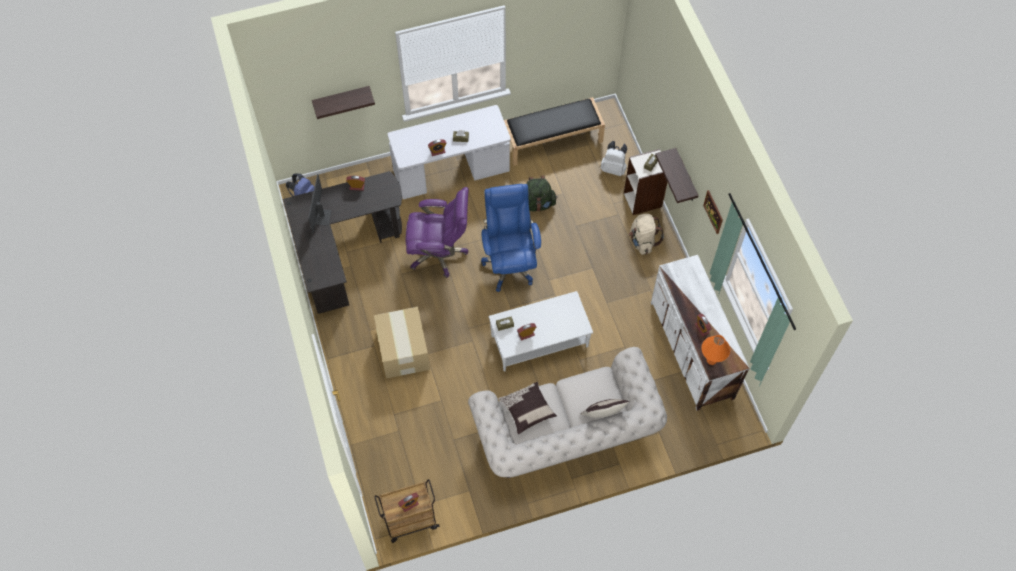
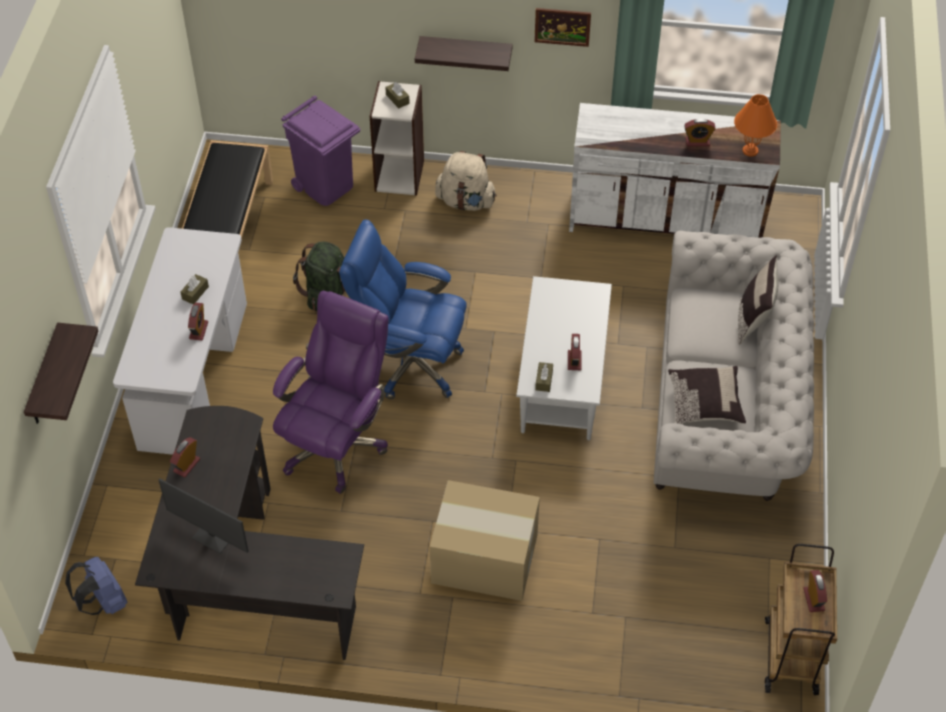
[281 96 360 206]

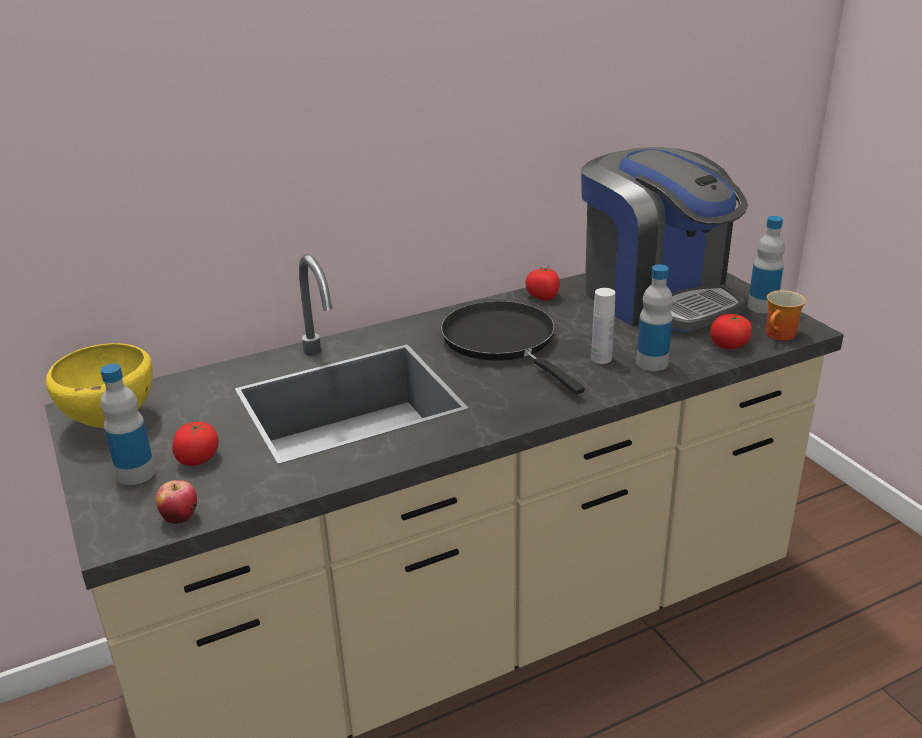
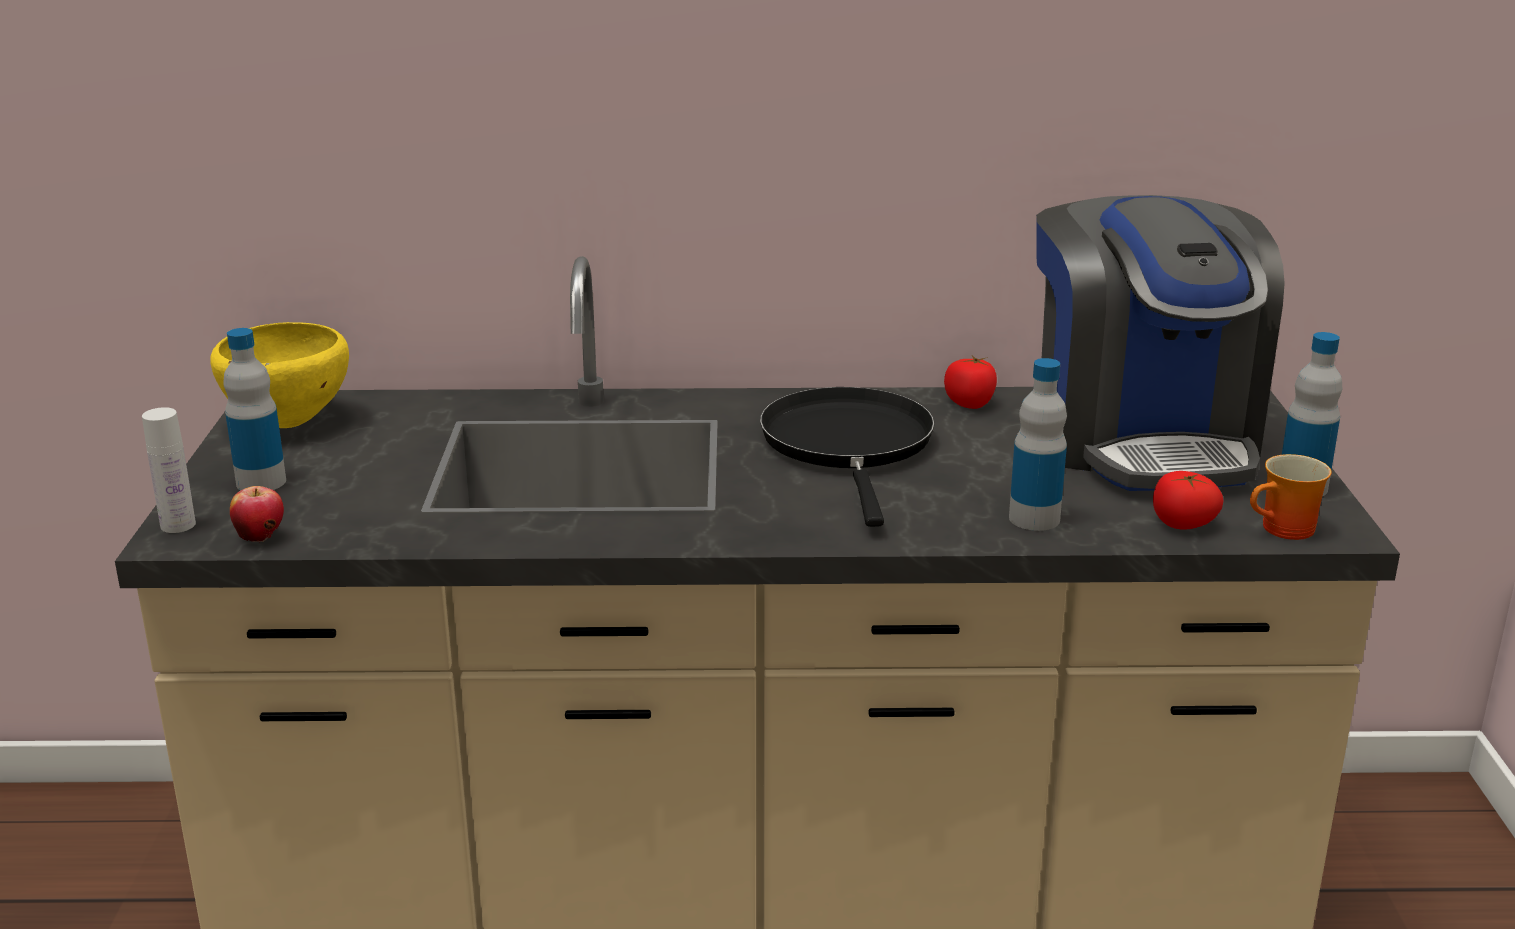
[172 422 219 466] (first image)
[142 407 196 533]

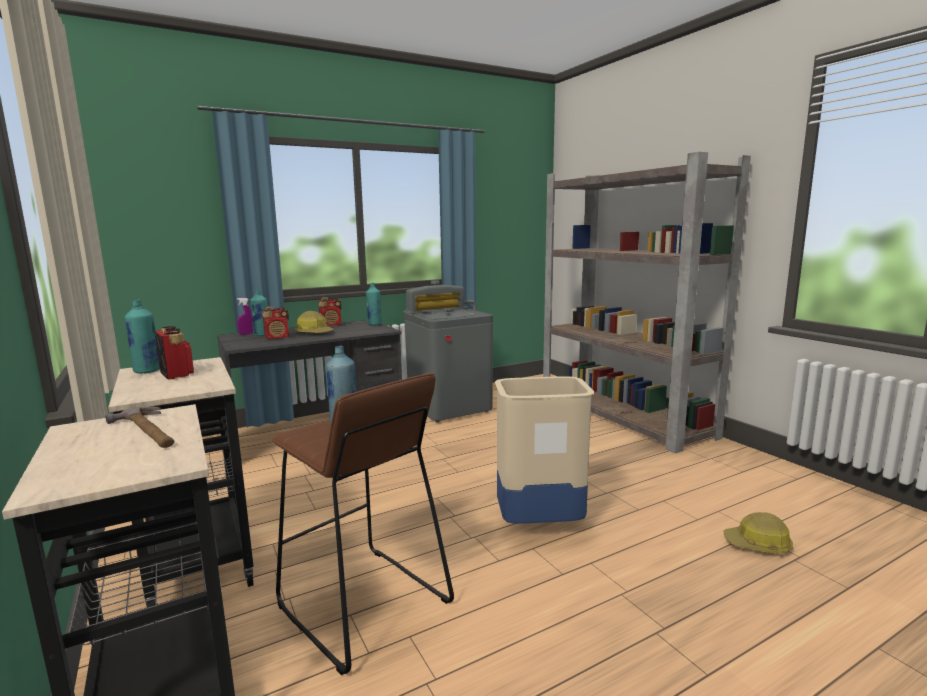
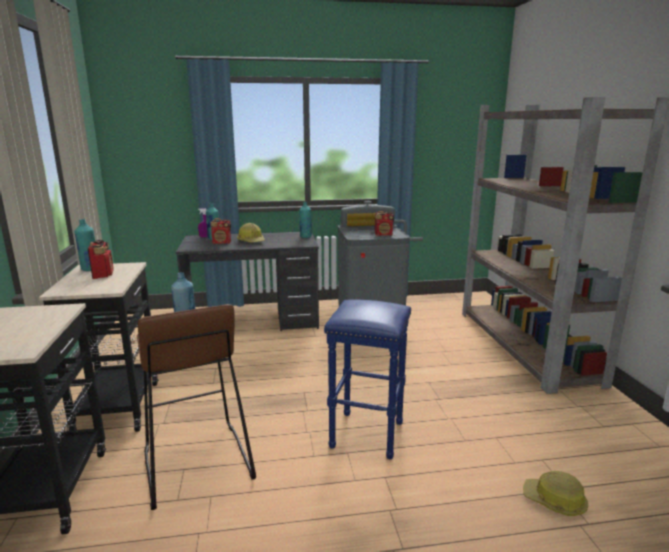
[105 407 174 448] (first image)
[375 211 394 236]
[324 299 411 459]

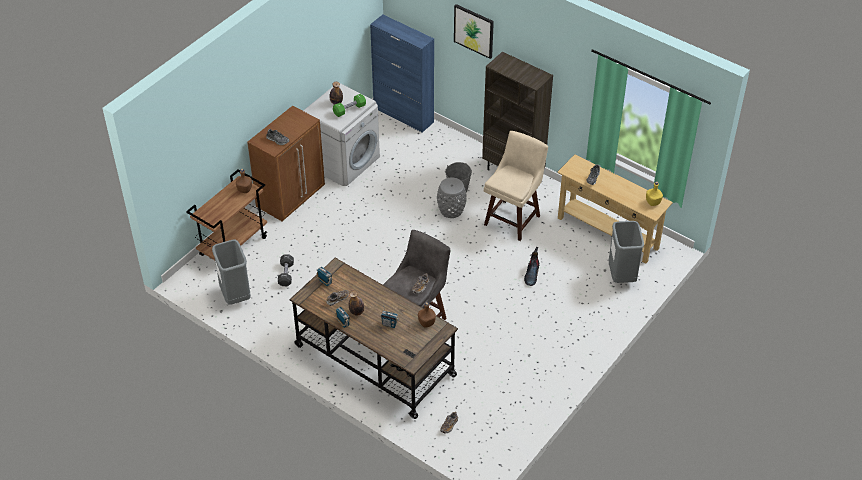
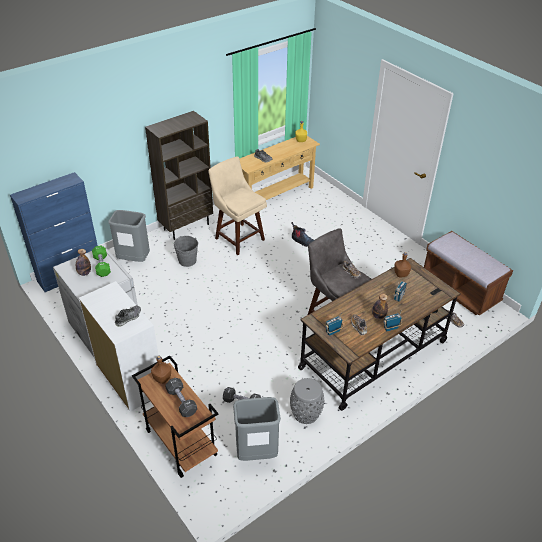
[454 4 494 59] (first image)
[165 378 197 417]
[424 231 513 315]
[290 378 324 424]
[108 210 150 262]
[79 281 159 412]

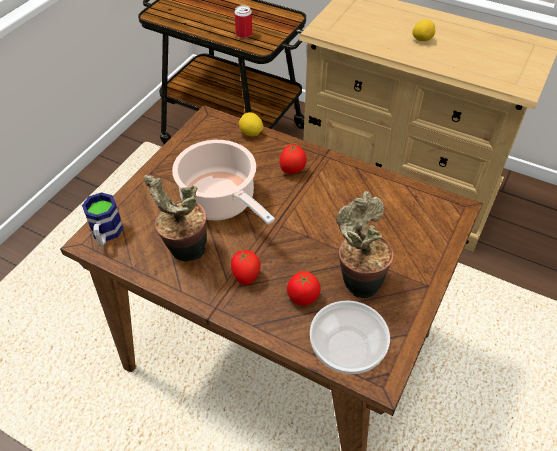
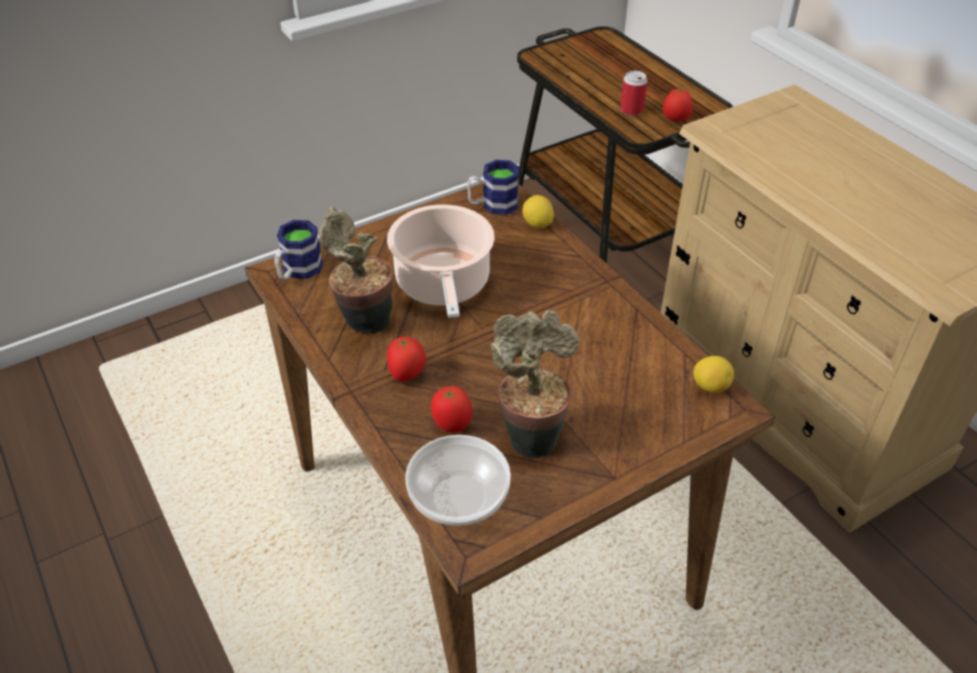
[467 160 519 215]
[663 88 693 121]
[693 356 734 393]

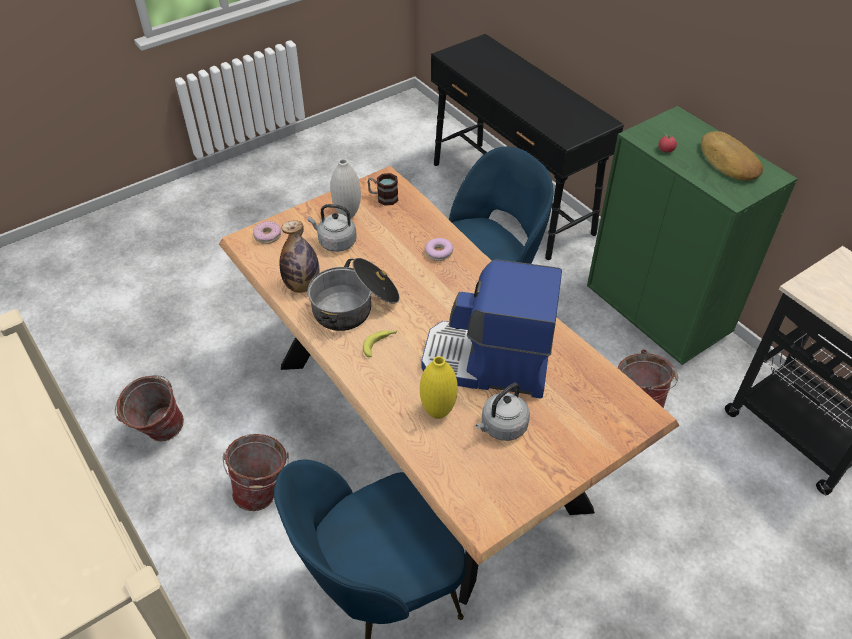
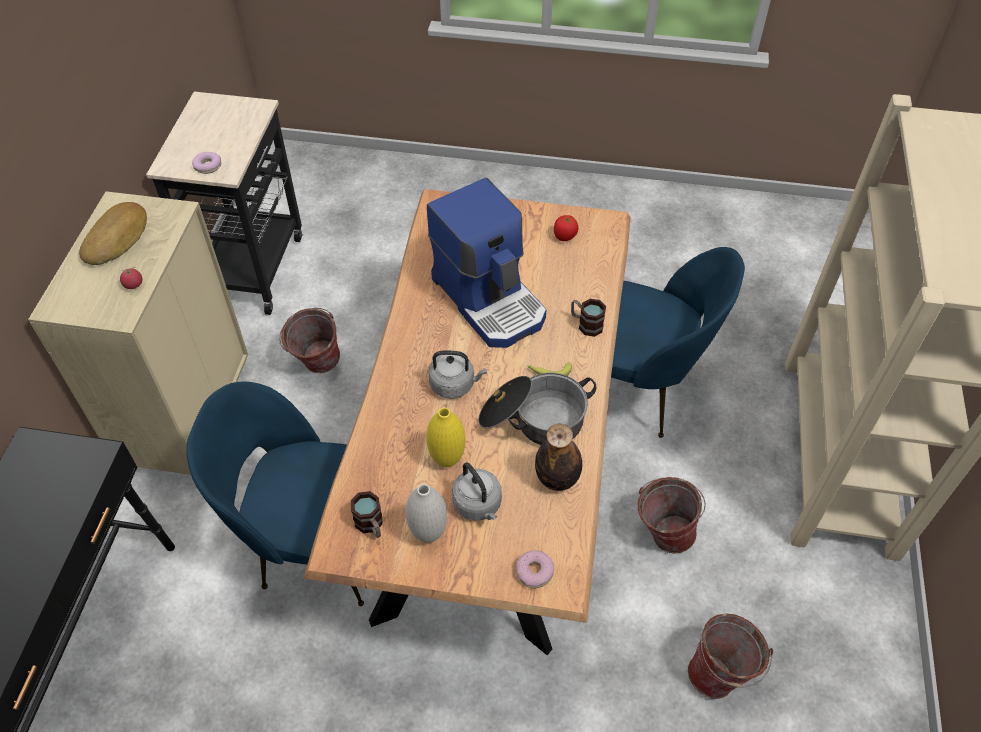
[554 215 578 241]
[571 299 606 337]
[426 408 465 467]
[192 152 221 174]
[428 350 487 399]
[28 191 248 475]

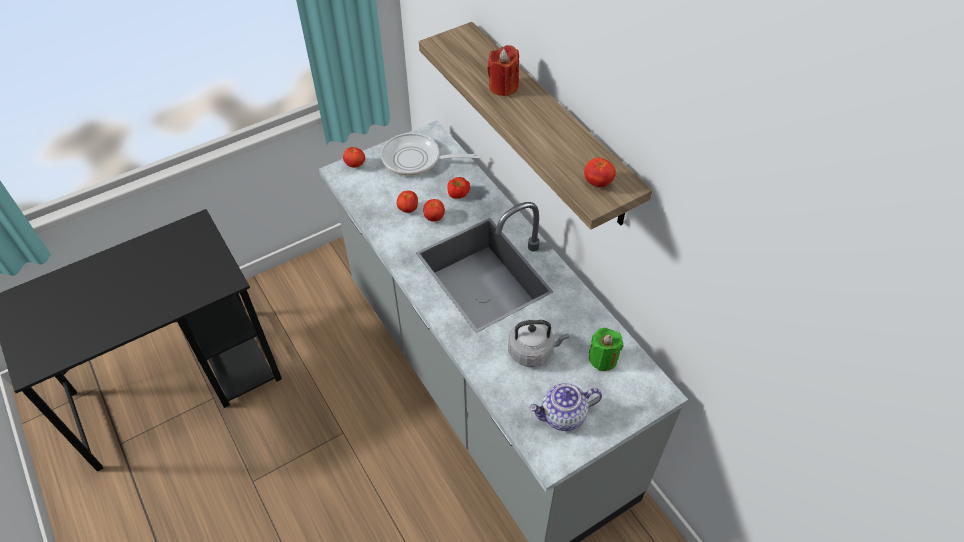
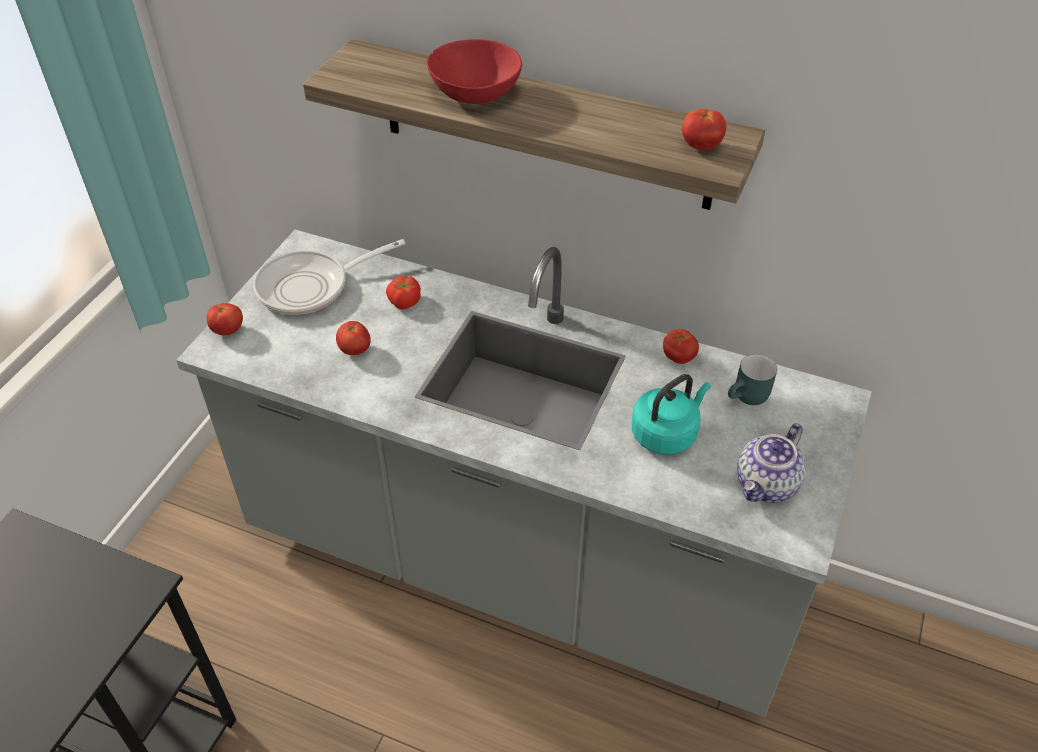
[663 329 699 364]
[426 39 522 104]
[728 354 777 405]
[632 374 711 455]

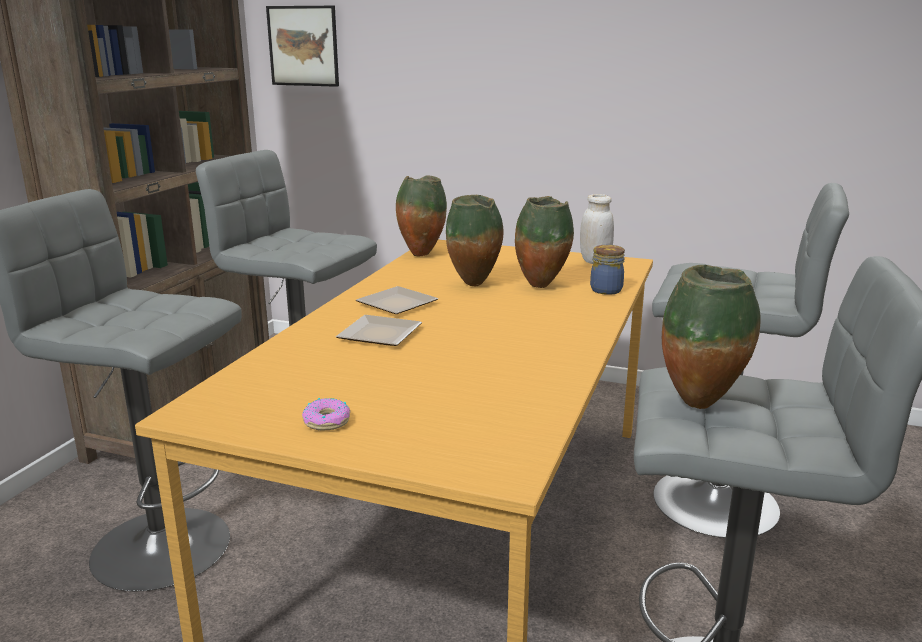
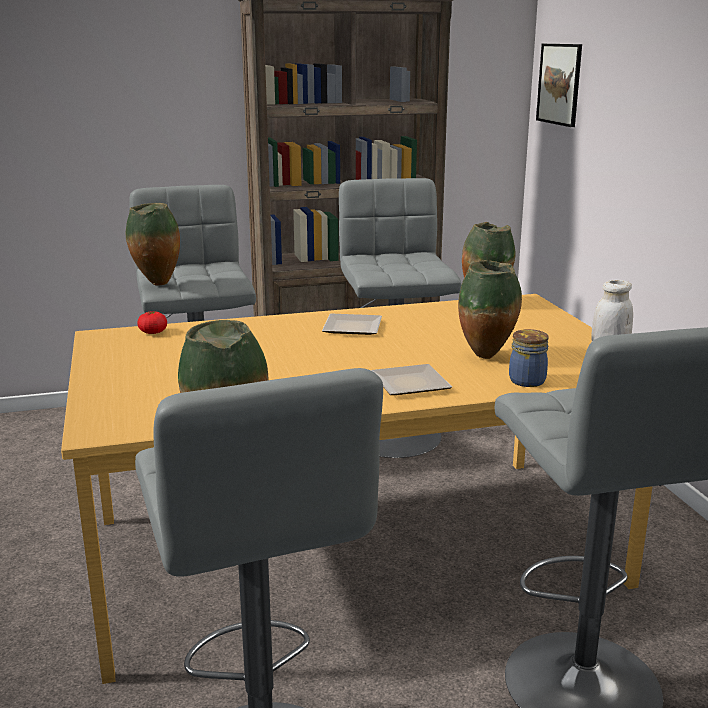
[302 398 350 430] (first image)
[137 311 167 334]
[371 364 452 395]
[126 203 180 286]

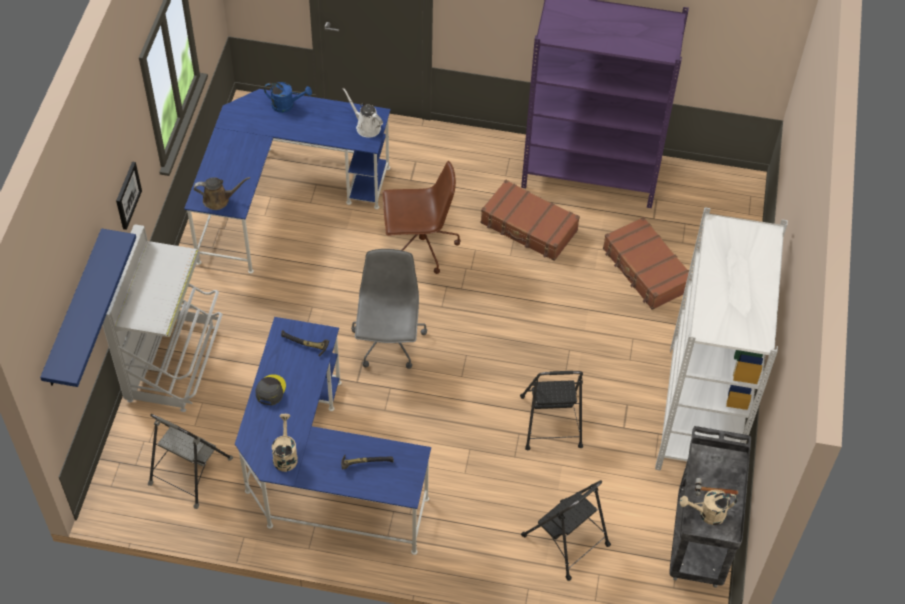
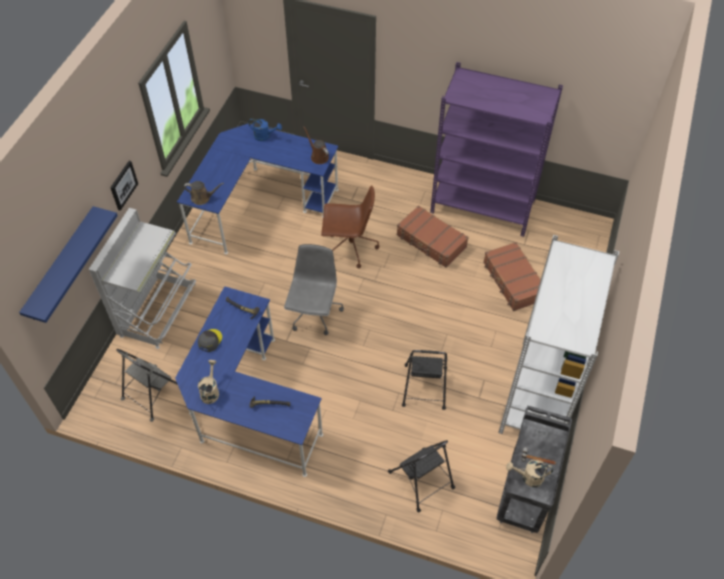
[303 127 329 164]

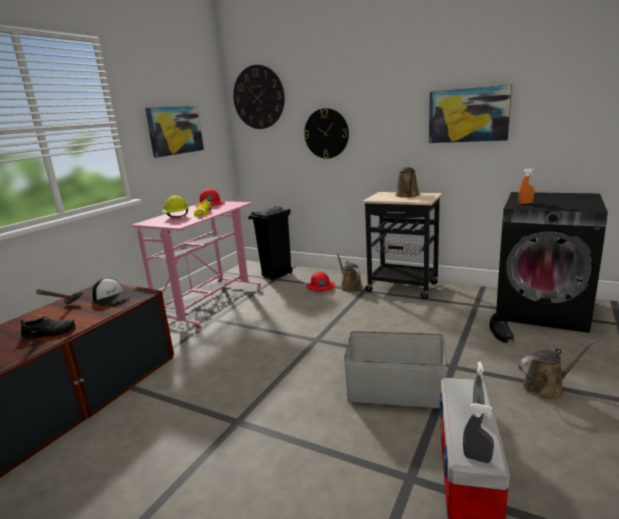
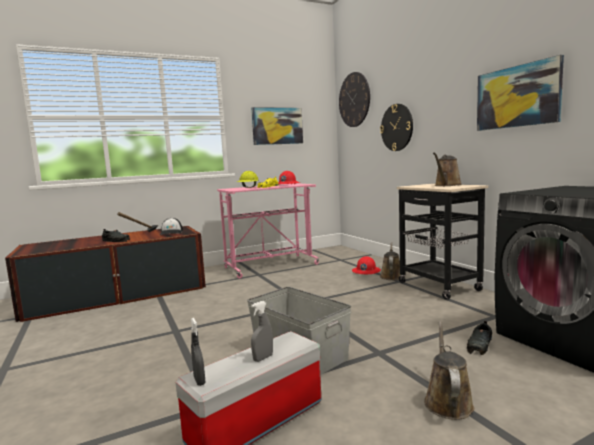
[248 206 293 280] (first image)
[519 168 534 204] (first image)
[424 321 474 420]

